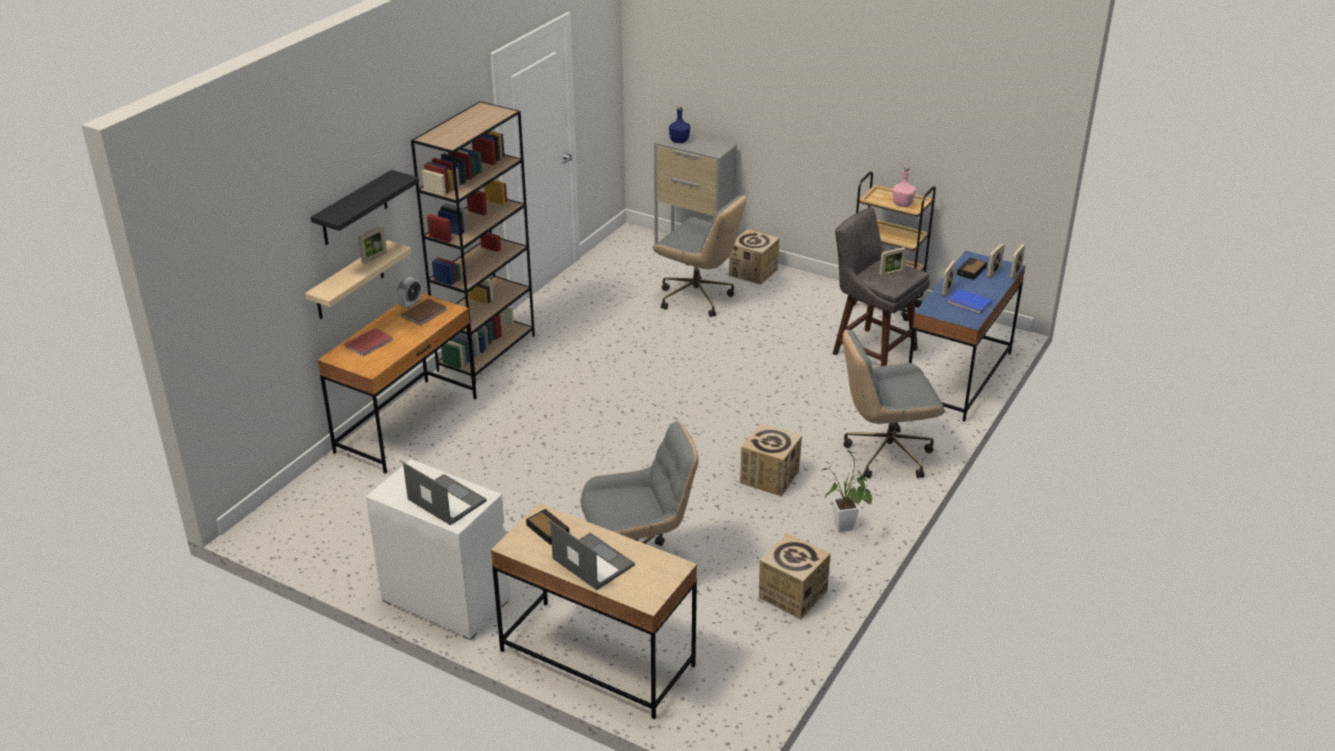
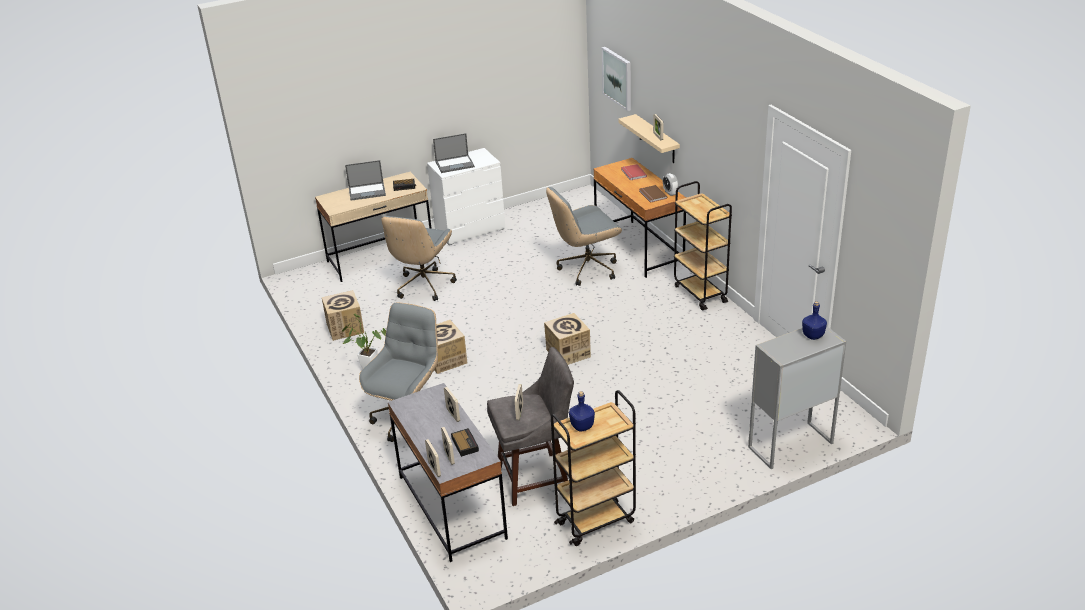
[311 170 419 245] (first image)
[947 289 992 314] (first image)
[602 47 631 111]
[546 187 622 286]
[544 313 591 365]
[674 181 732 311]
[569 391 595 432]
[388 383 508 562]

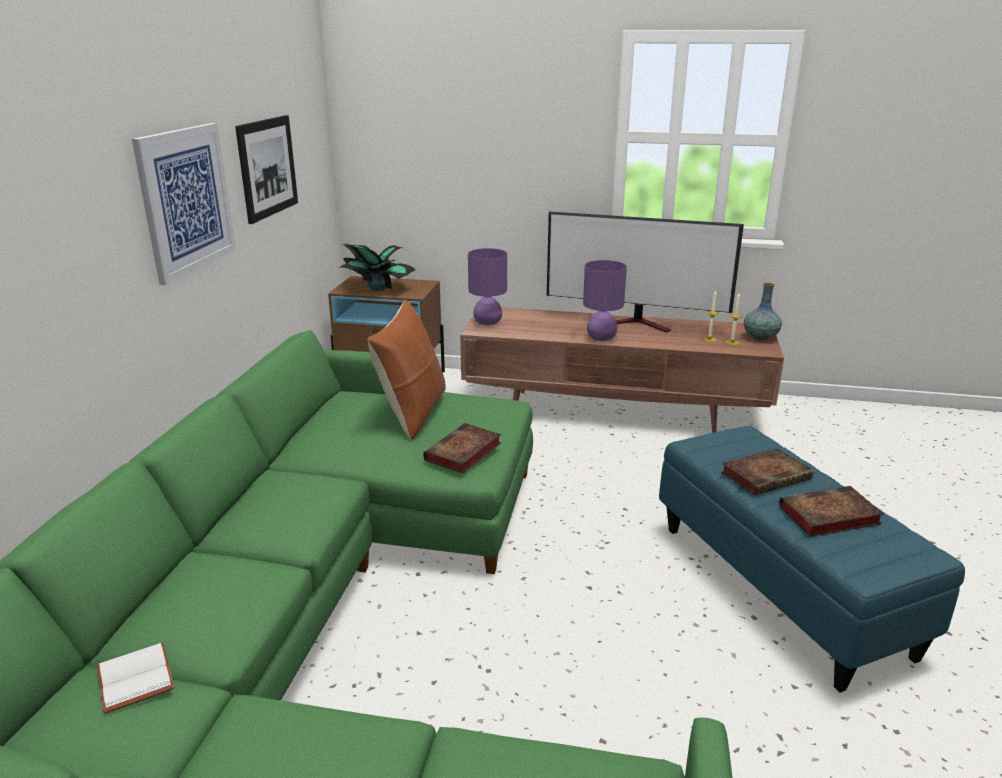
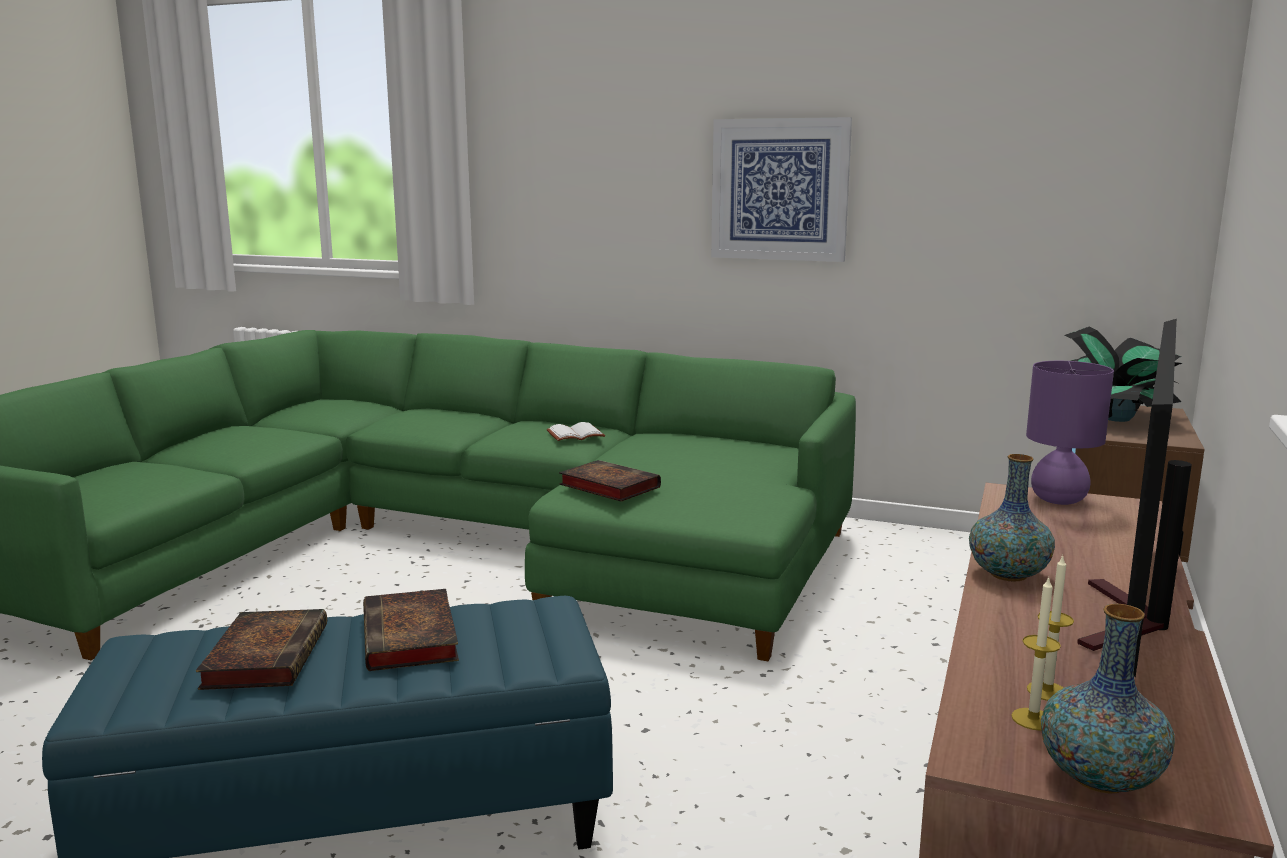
[235 115 298 224] (first image)
[368 300 446 440] (first image)
[547 422 605 441]
[969 454 1055 582]

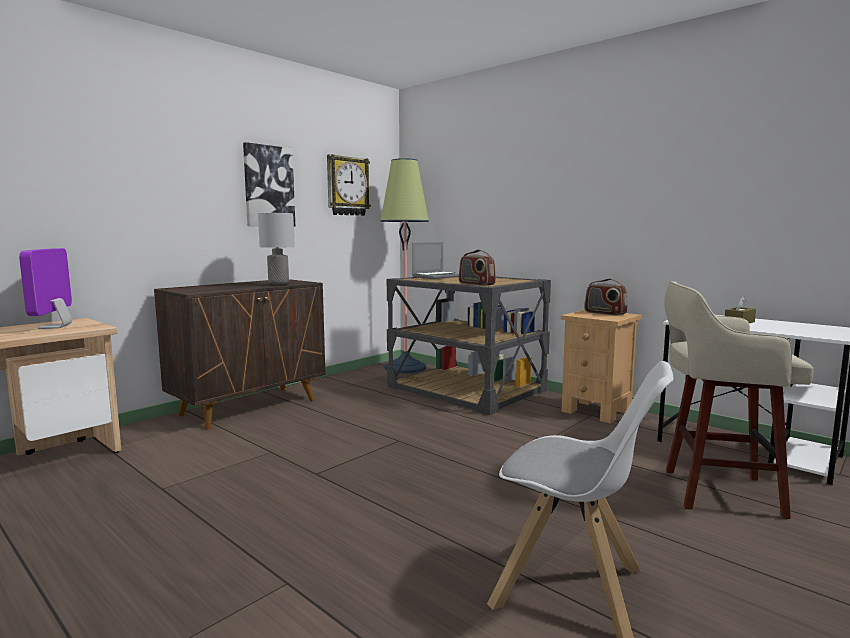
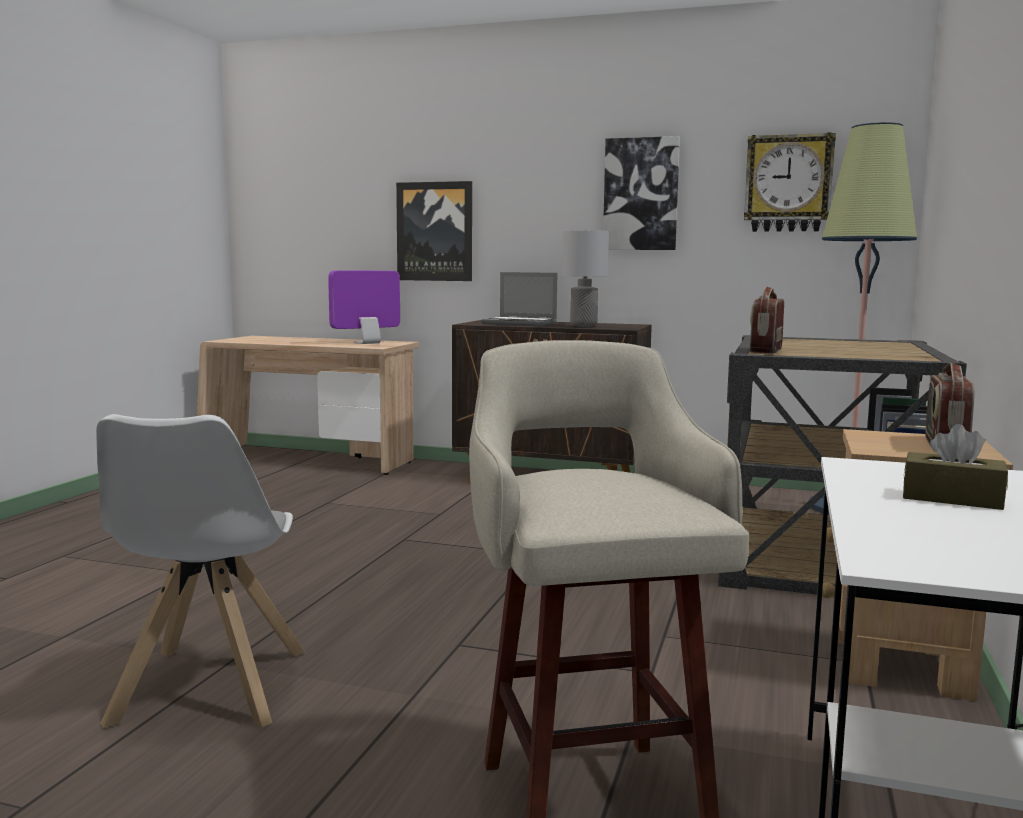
[396 181 472 281]
[481 272 557 326]

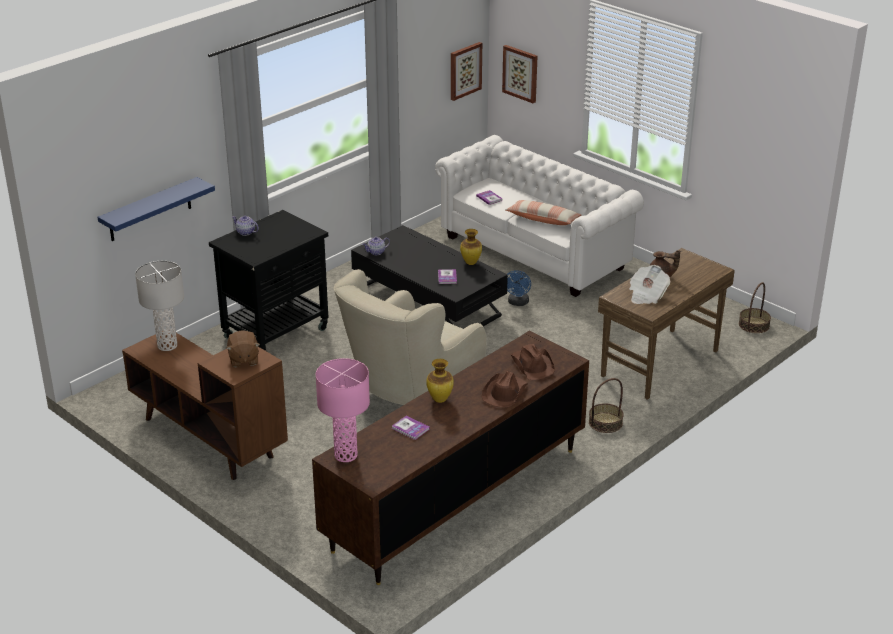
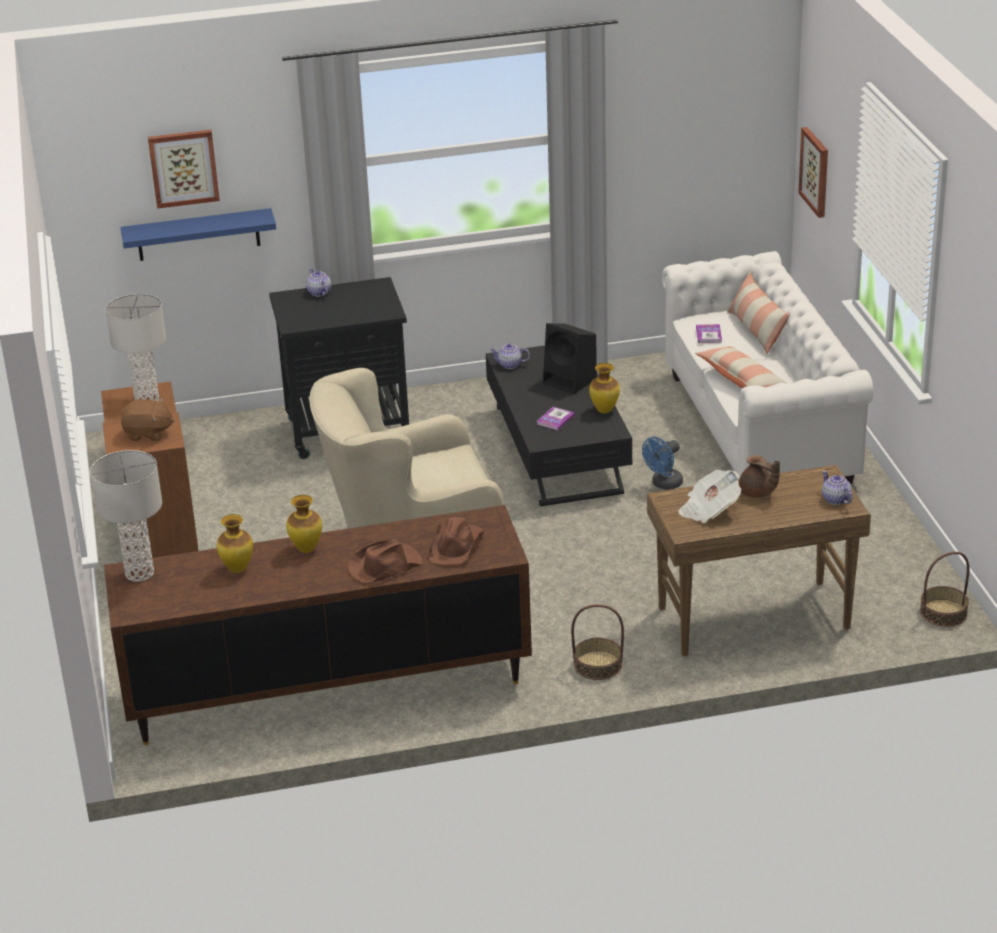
[543 323 597 394]
[727 272 790 354]
[822 471 853 505]
[148 130 220 209]
[217 514 253 573]
[90 450 162 582]
[121 398 174 441]

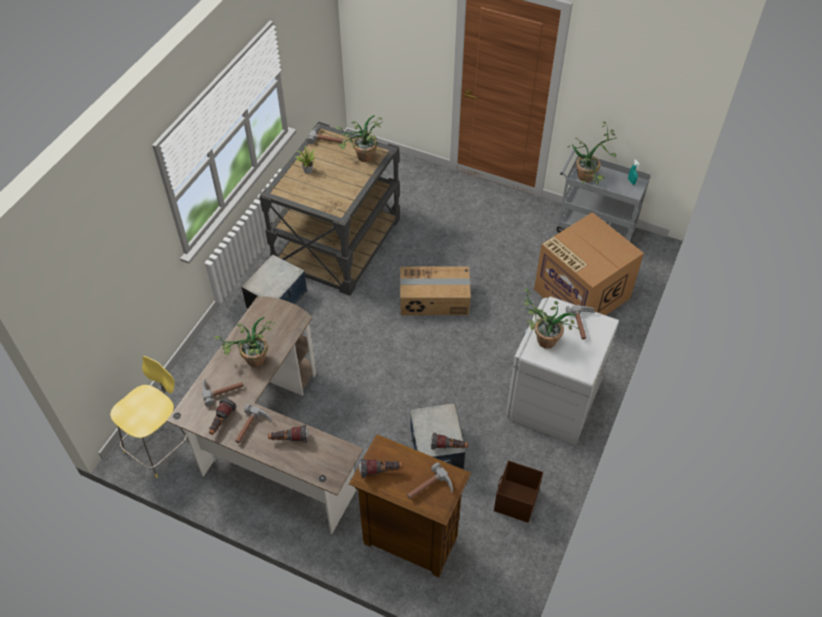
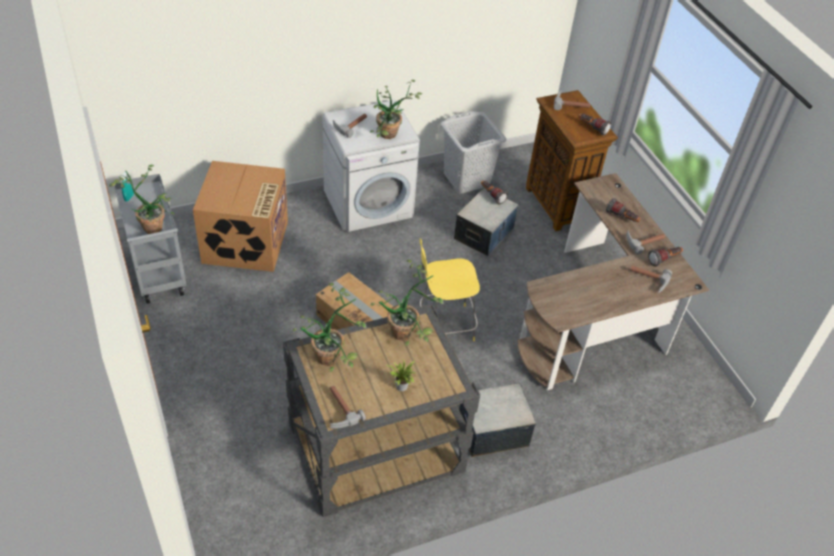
[419 238 480 341]
[371 259 443 346]
[441 111 506 194]

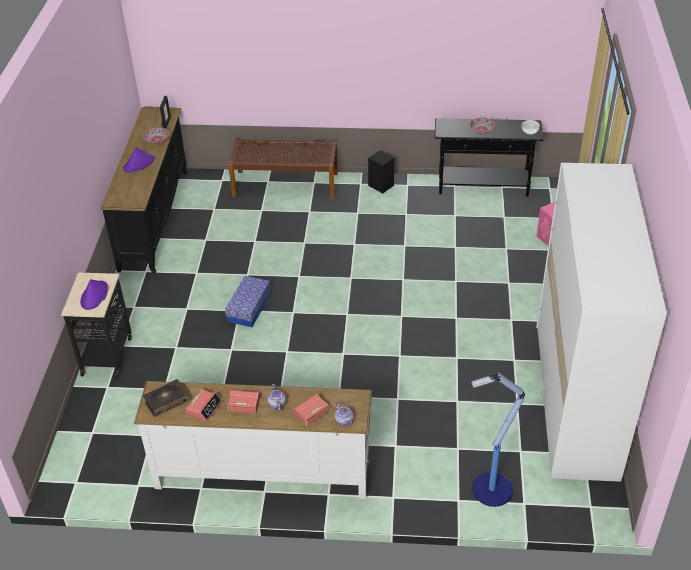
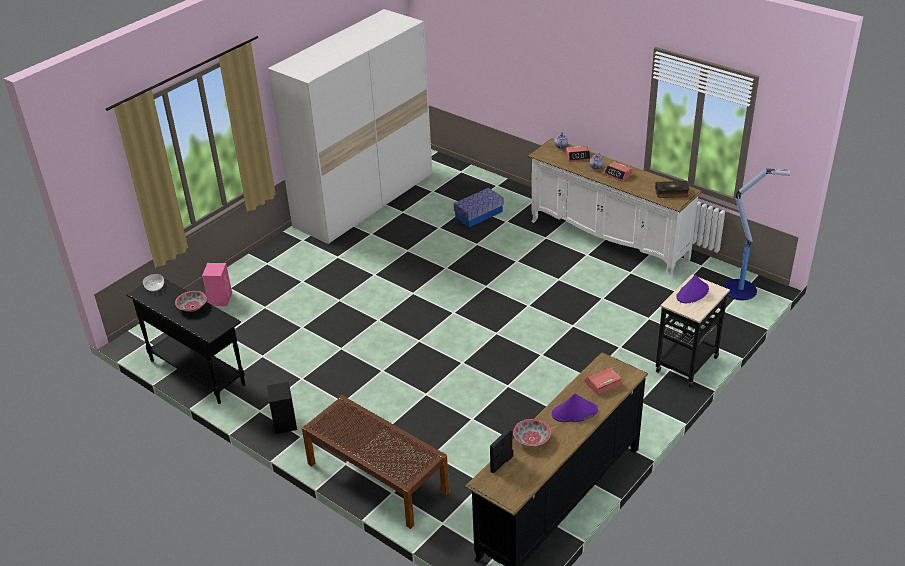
[584 367 621 395]
[454 188 504 227]
[723 168 790 300]

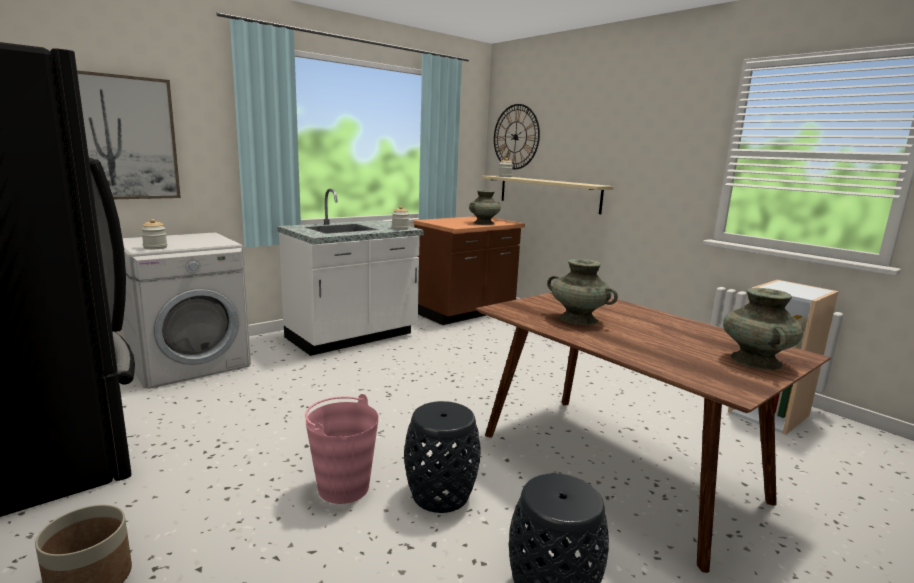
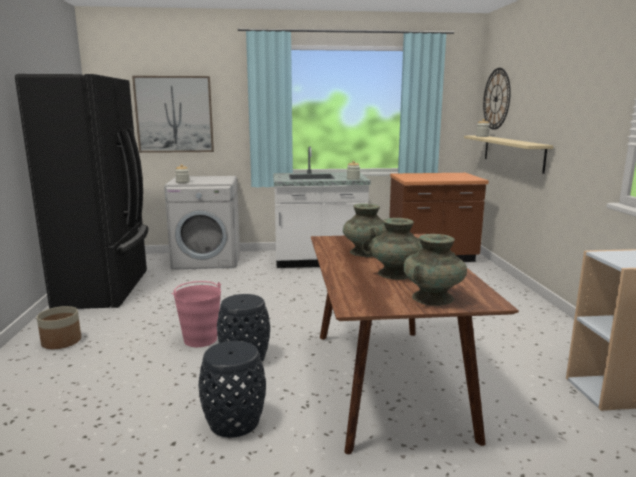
[362 218 423 279]

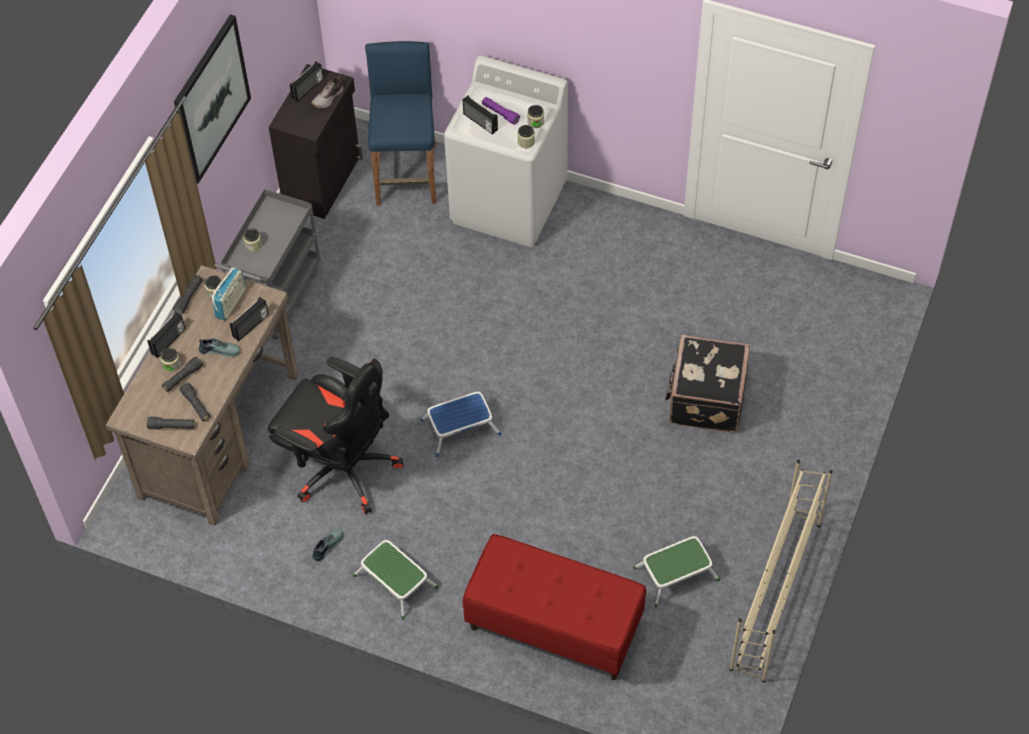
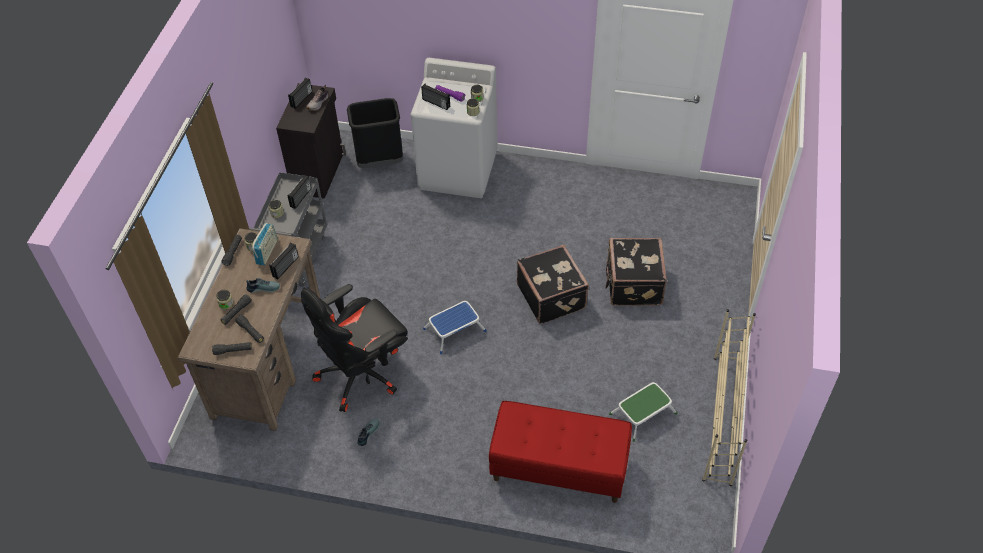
[174 14 251 184] (first image)
[353 540 439 620] (first image)
[517 245 589 324]
[287 175 311 209]
[347 98 403 168]
[301 284 408 412]

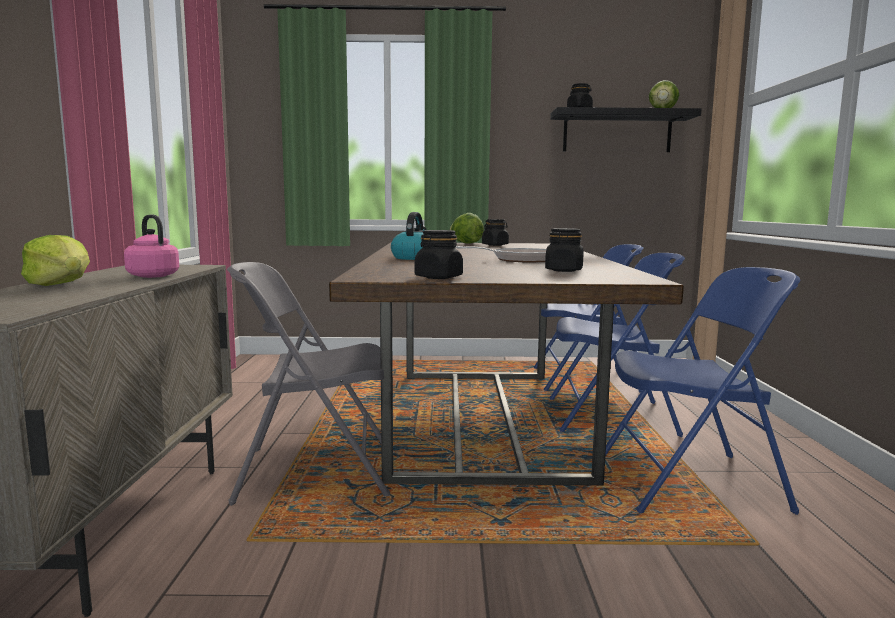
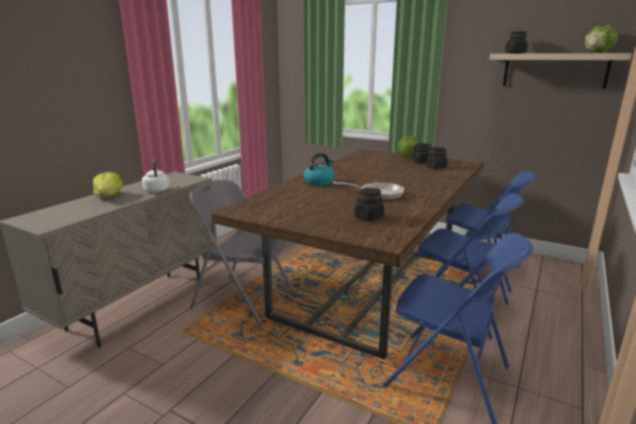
[426 147 448 169]
[142 160 169 192]
[490 53 632 89]

